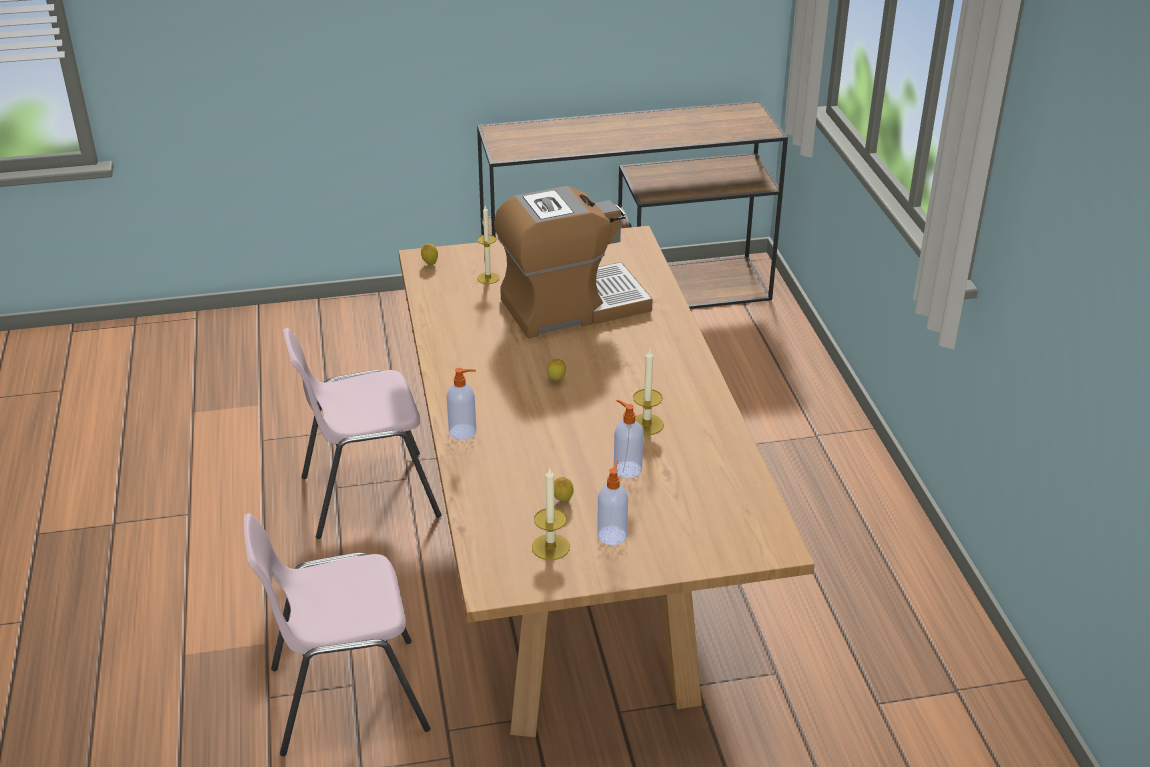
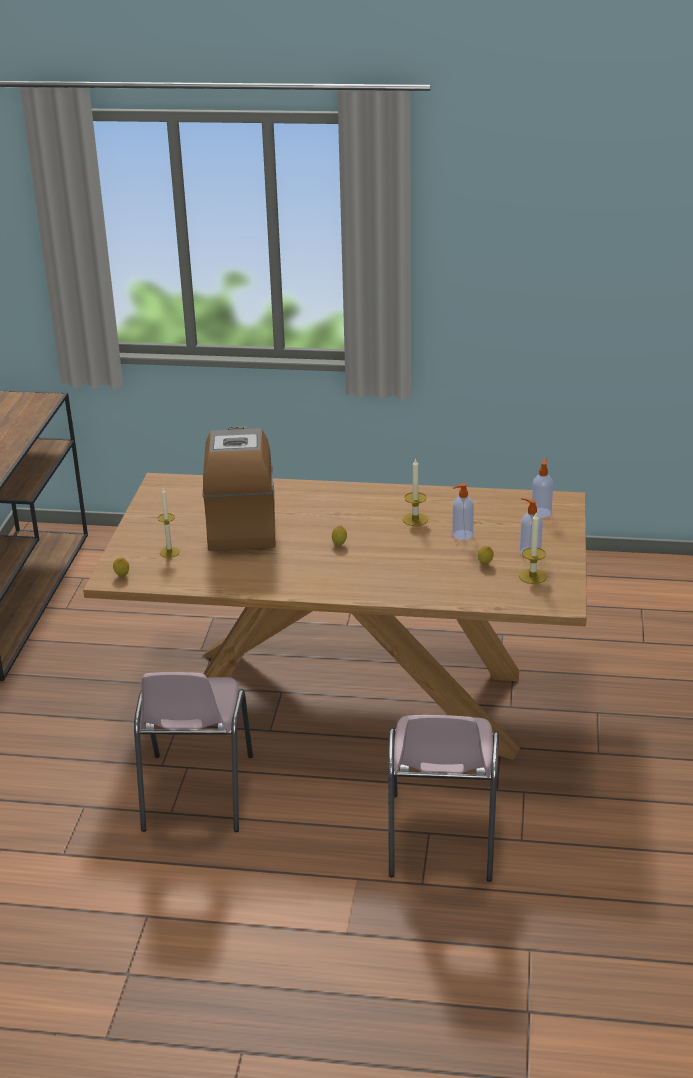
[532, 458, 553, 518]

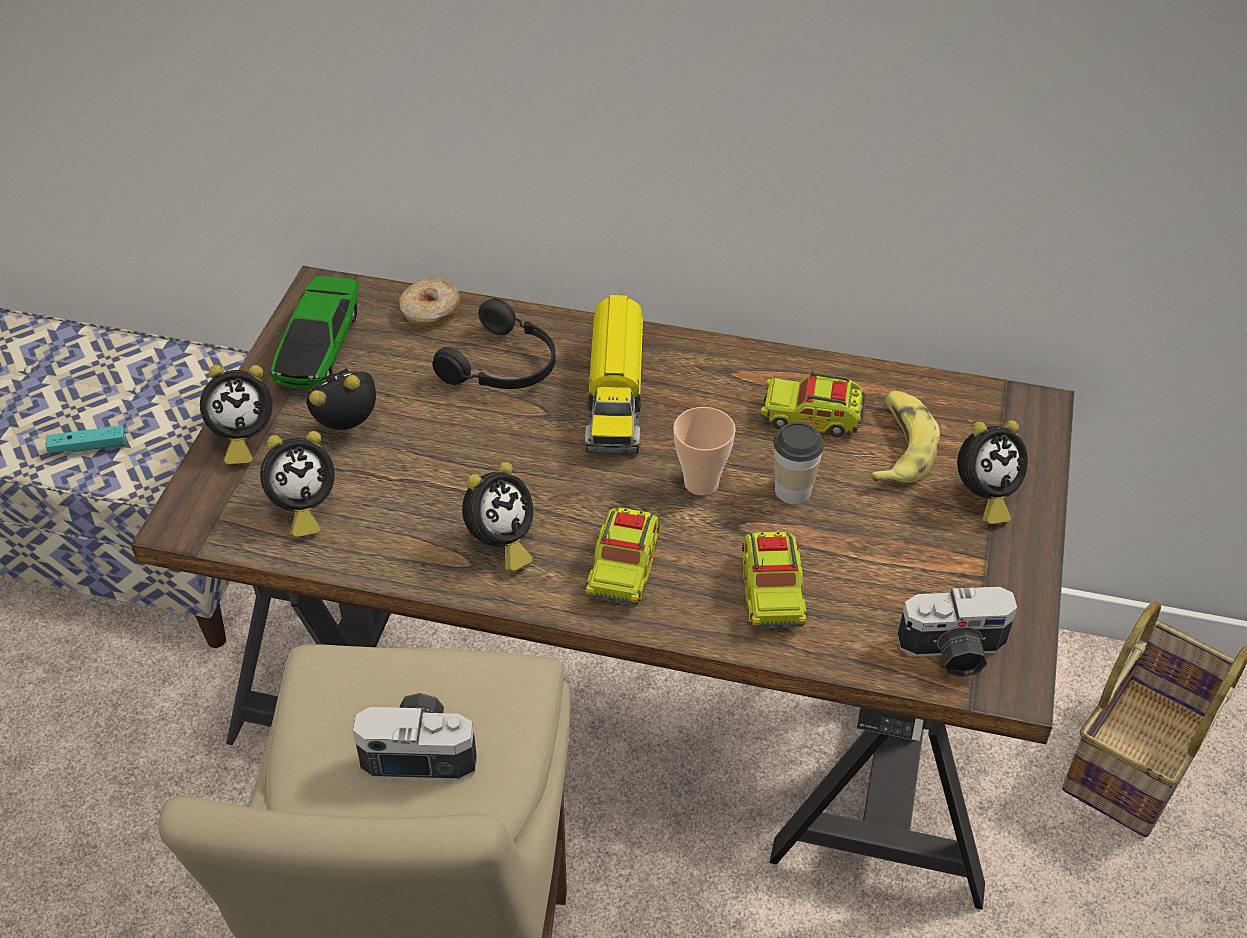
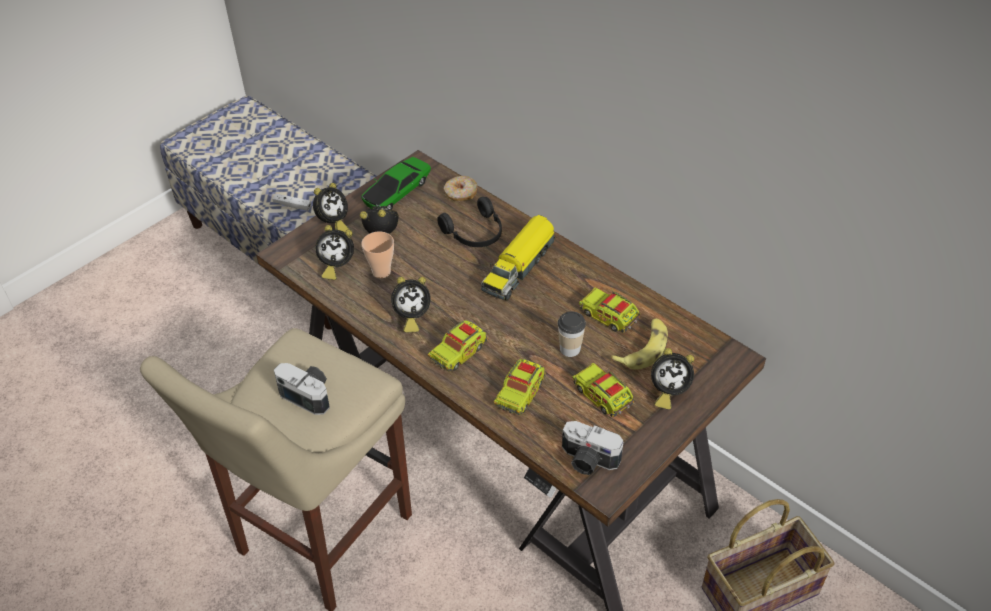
[273, 194, 311, 211]
[313, 183, 349, 232]
[362, 231, 394, 278]
[572, 363, 634, 417]

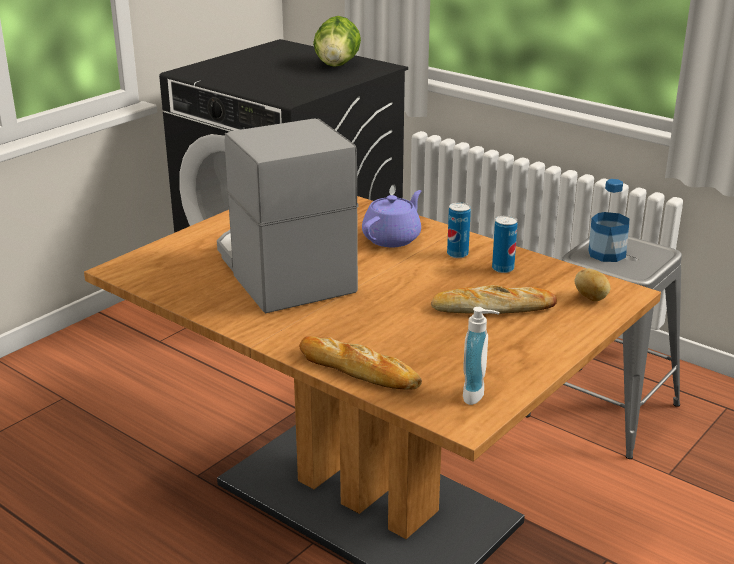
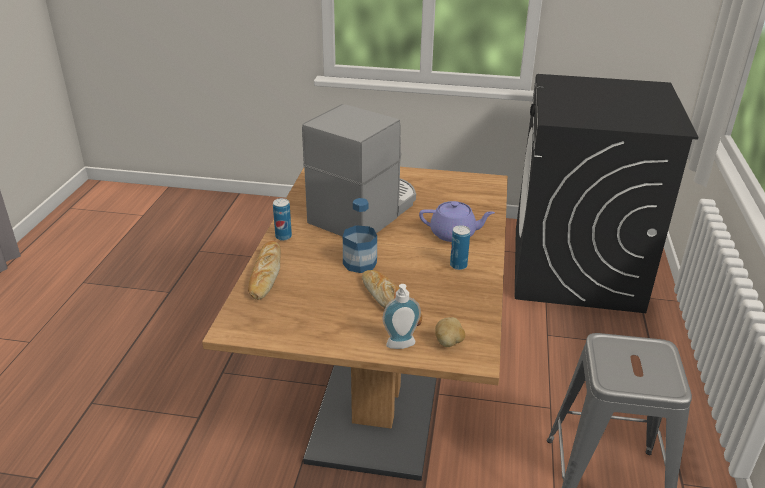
[313, 16, 361, 67] (first image)
[383, 284, 421, 349]
[273, 198, 292, 241]
[343, 198, 377, 273]

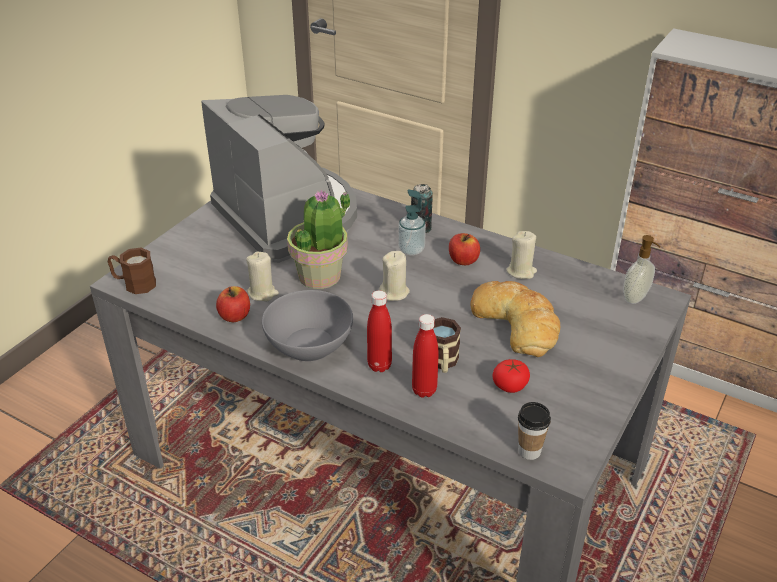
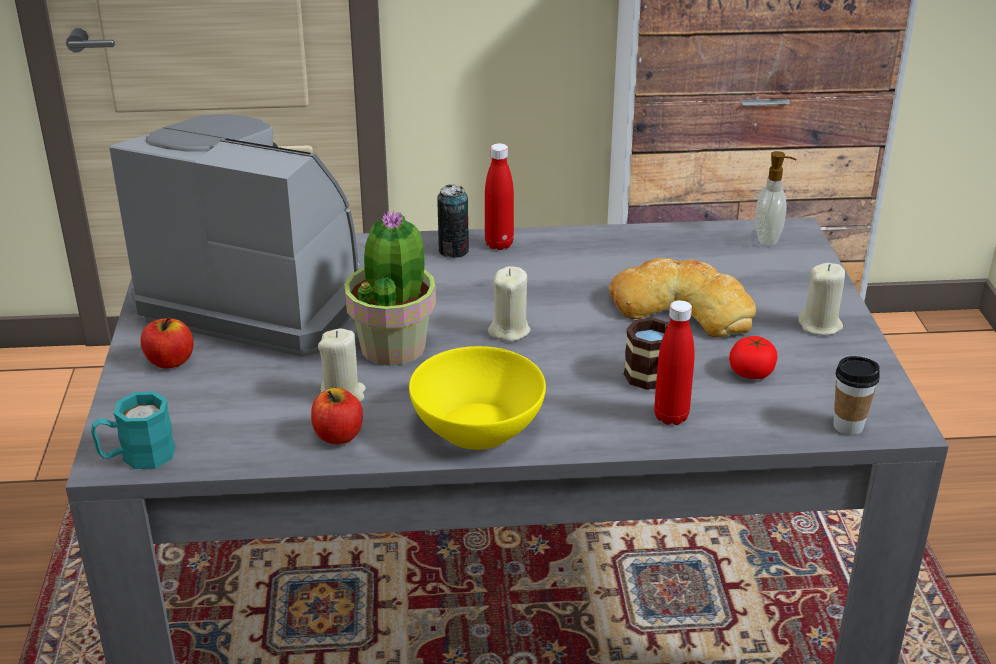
[91, 391, 176, 469]
[409, 346, 546, 450]
[485, 143, 514, 250]
[398, 189, 426, 255] (first image)
[141, 317, 194, 369]
[799, 263, 845, 336]

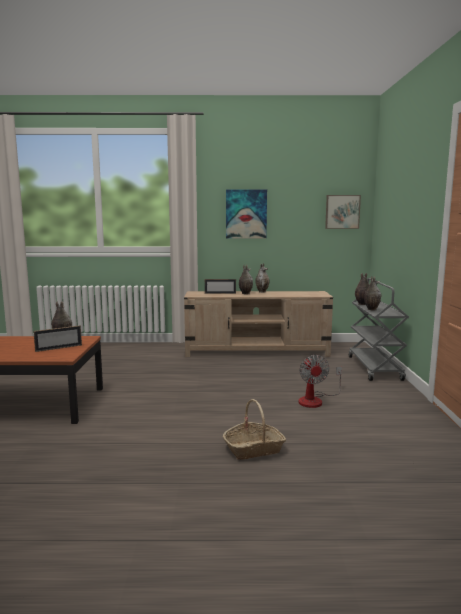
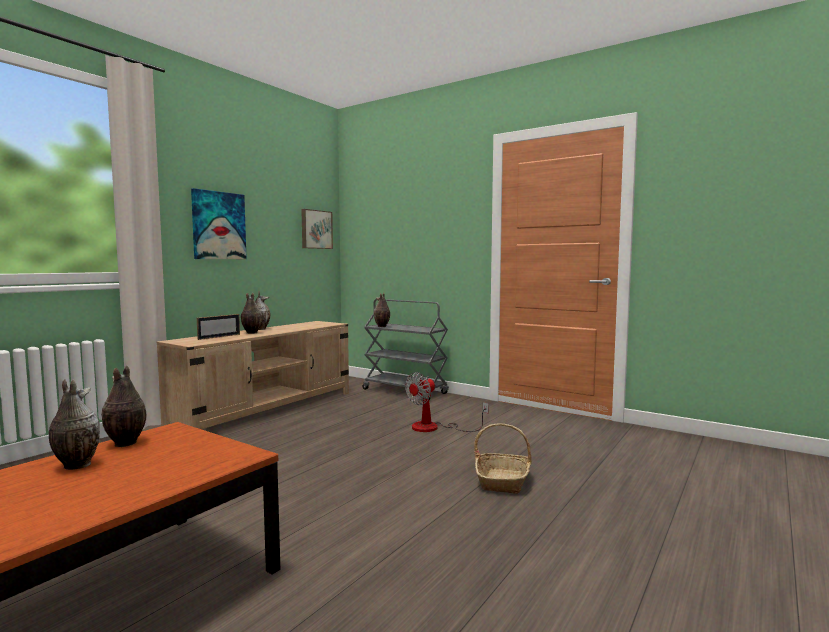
[33, 325, 82, 352] (first image)
[405, 372, 489, 432]
[49, 379, 100, 470]

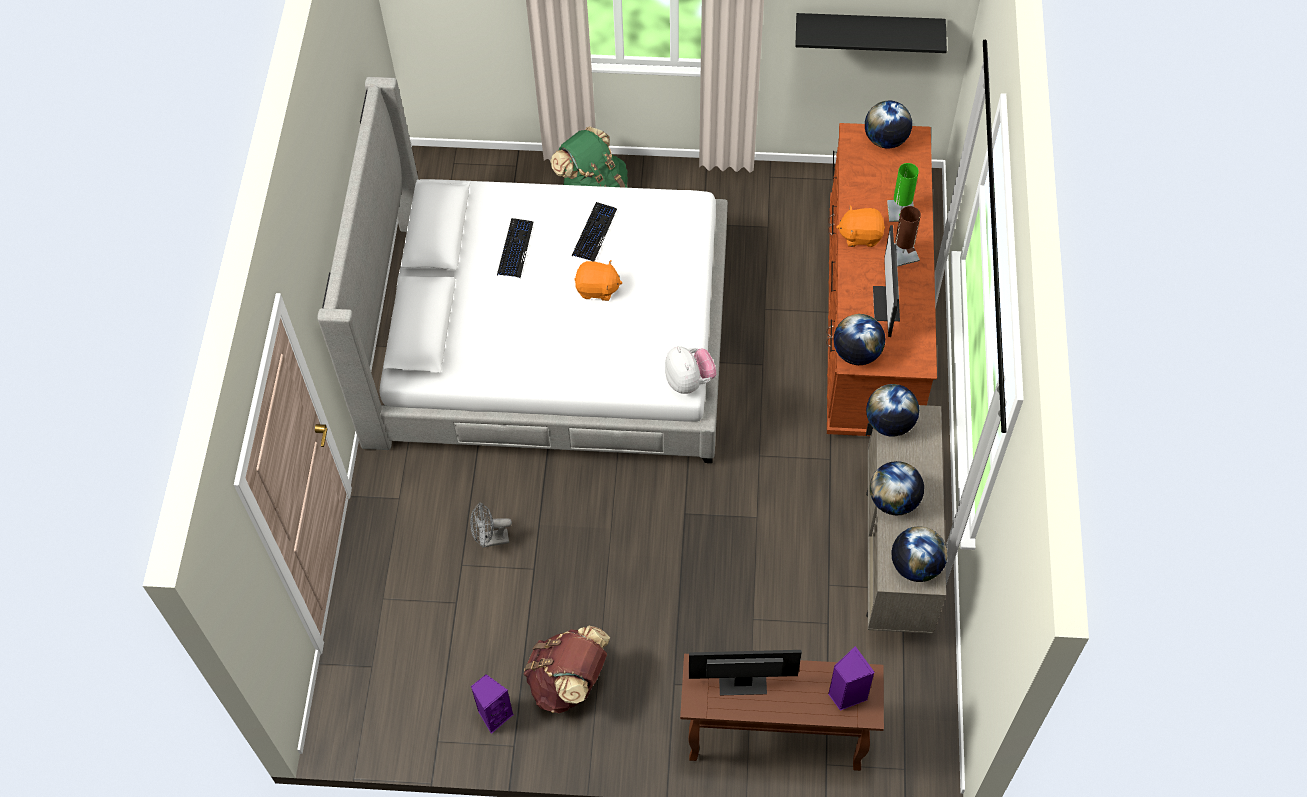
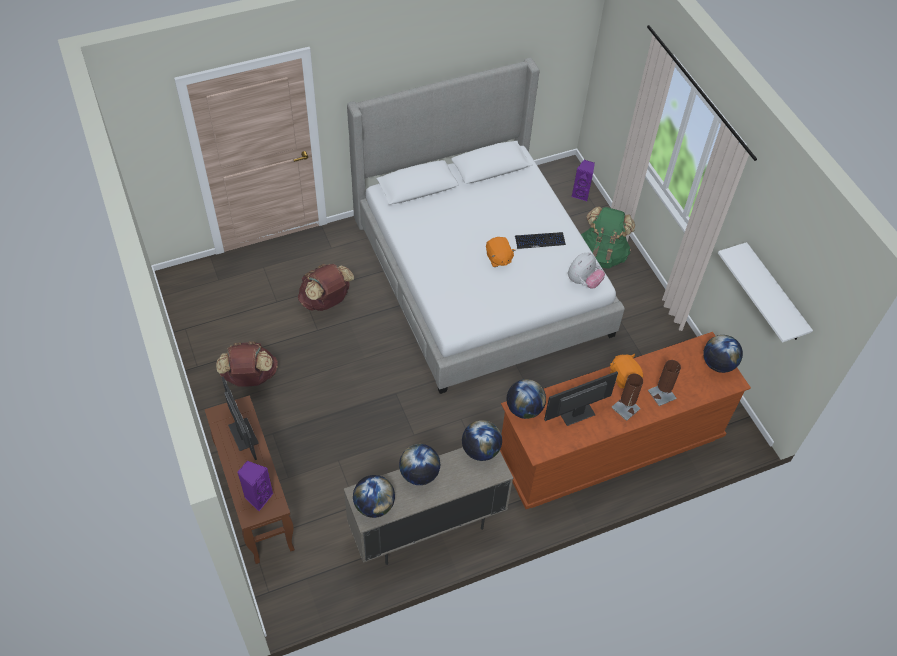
[298, 264, 354, 311]
[571, 160, 595, 201]
[497, 218, 533, 278] (first image)
[568, 252, 605, 289]
[718, 242, 813, 343]
[648, 360, 681, 406]

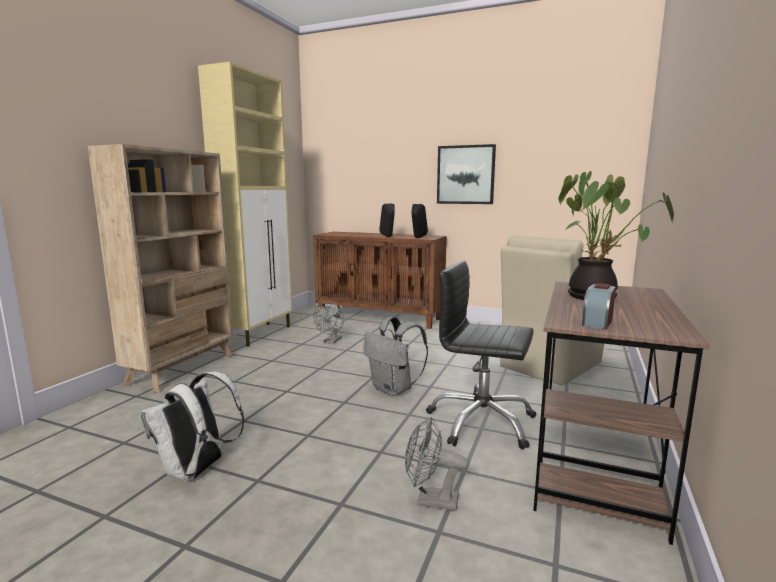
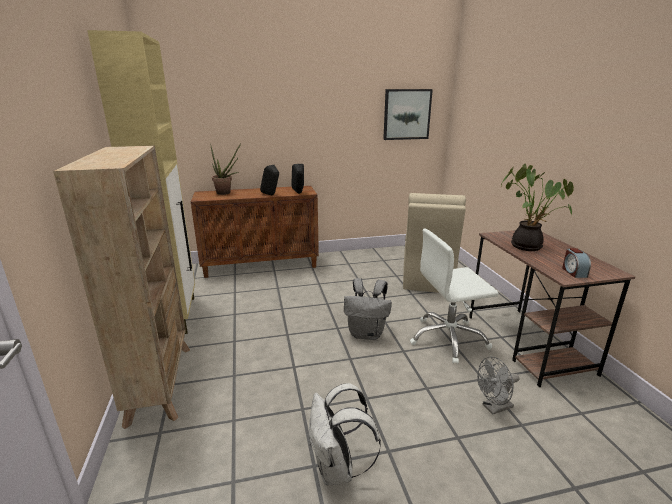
[314, 301, 344, 344] (first image)
[410, 229, 498, 364]
[383, 89, 433, 140]
[210, 143, 241, 195]

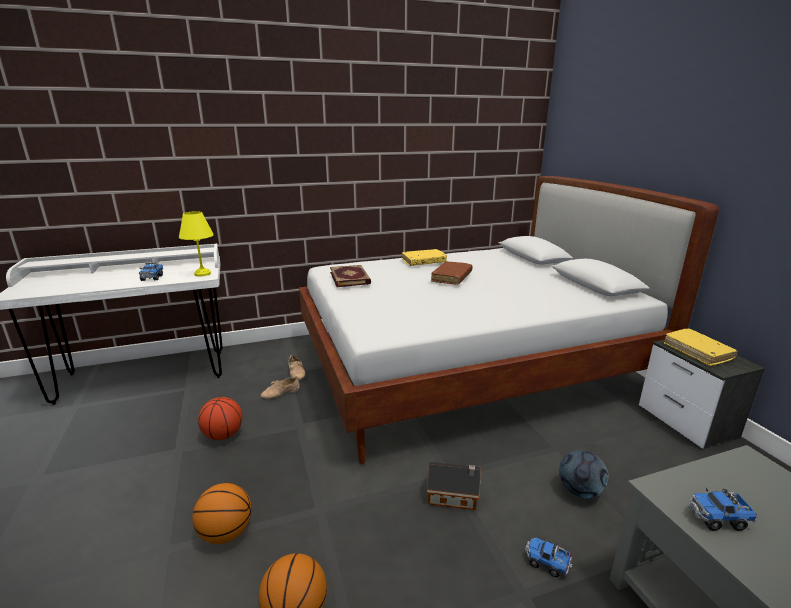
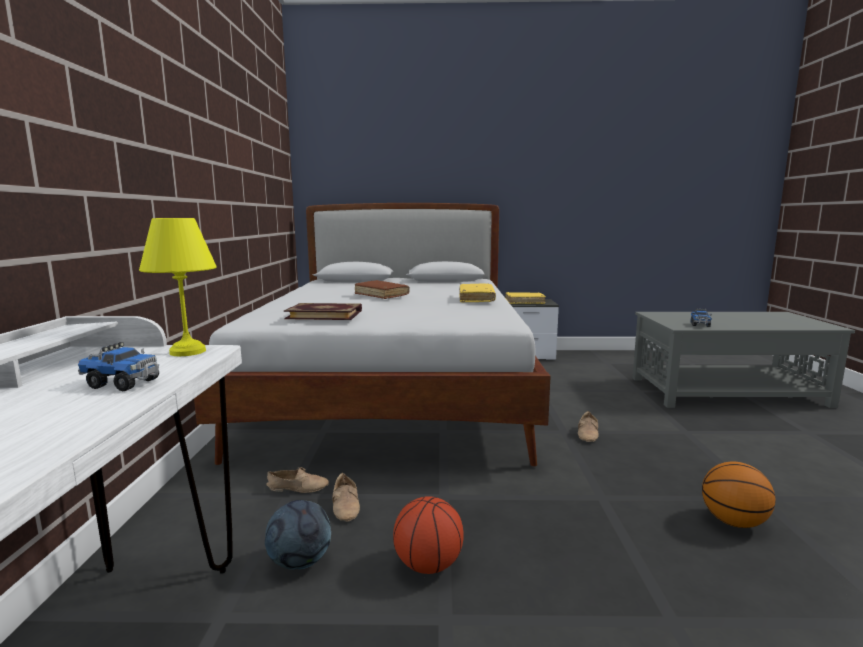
[192, 483, 252, 544] (first image)
[459, 283, 496, 303]
[578, 411, 598, 442]
[525, 538, 572, 577] (first image)
[265, 500, 331, 570]

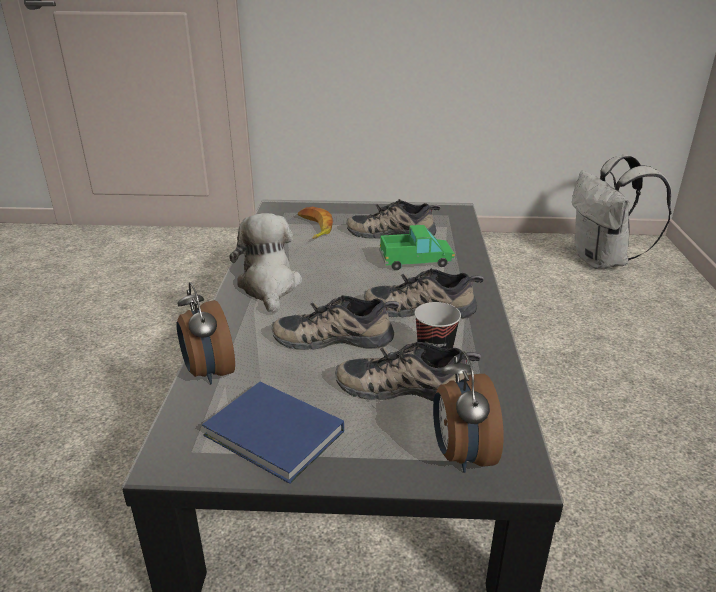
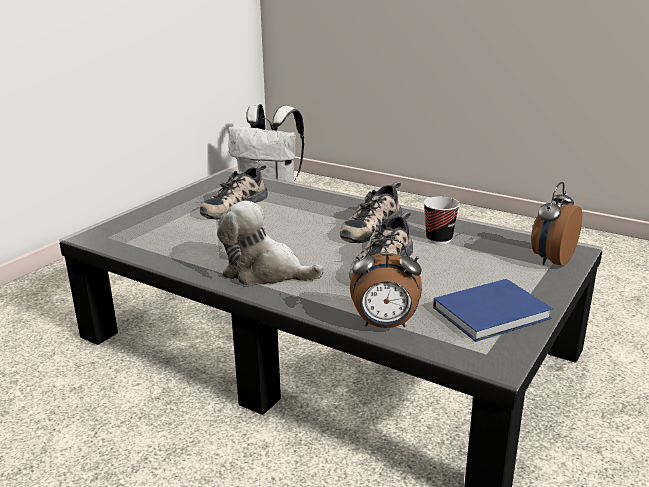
[298, 207, 333, 239] (first image)
[335, 342, 481, 401] (first image)
[379, 225, 455, 270] (first image)
[531, 182, 582, 266]

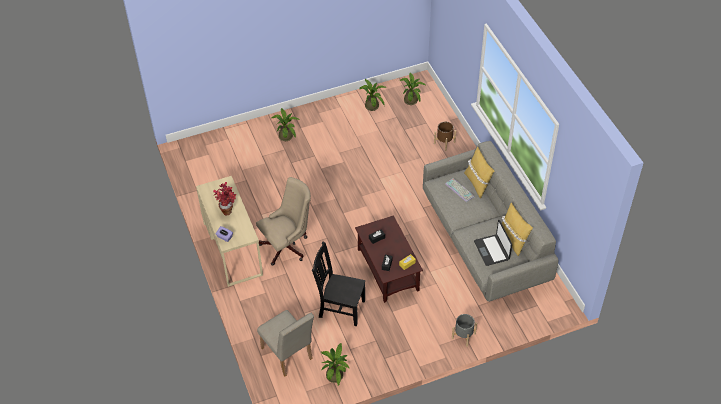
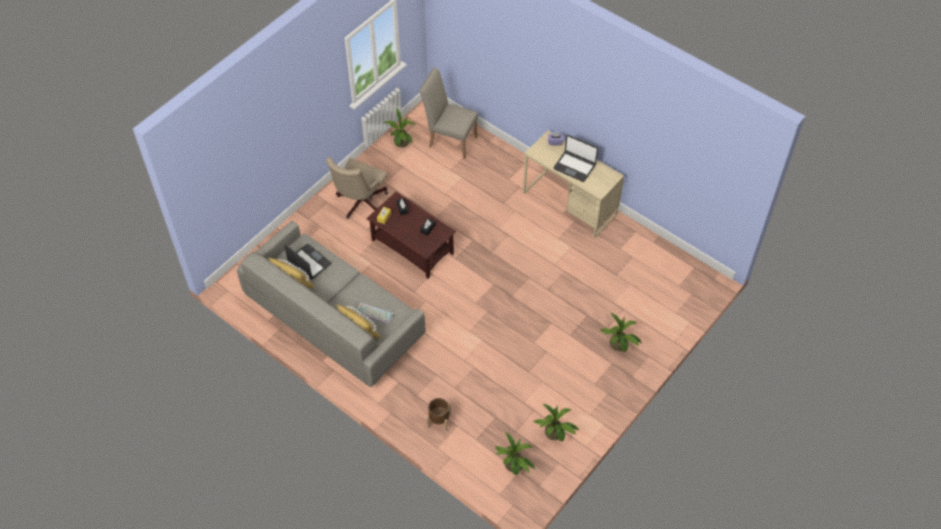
[553, 135, 598, 182]
[326, 157, 388, 219]
[312, 241, 365, 326] (first image)
[452, 314, 477, 347] (first image)

